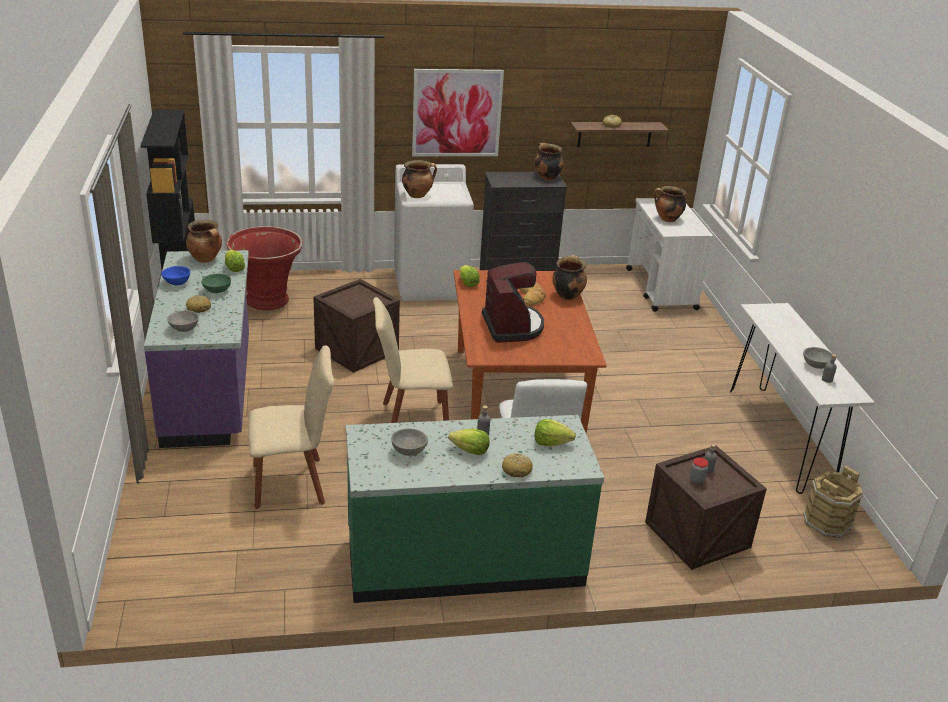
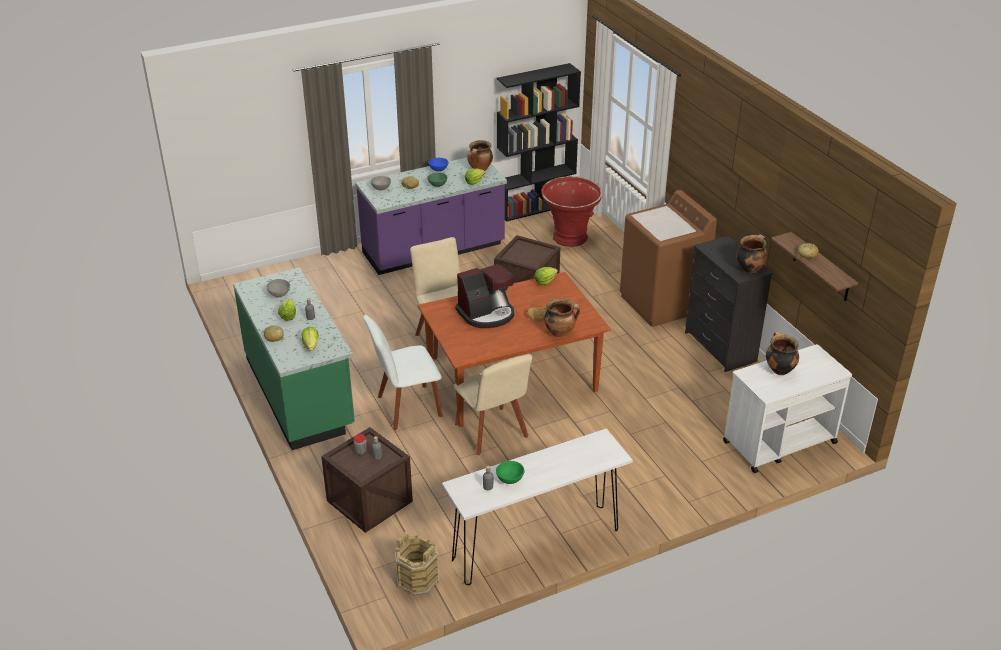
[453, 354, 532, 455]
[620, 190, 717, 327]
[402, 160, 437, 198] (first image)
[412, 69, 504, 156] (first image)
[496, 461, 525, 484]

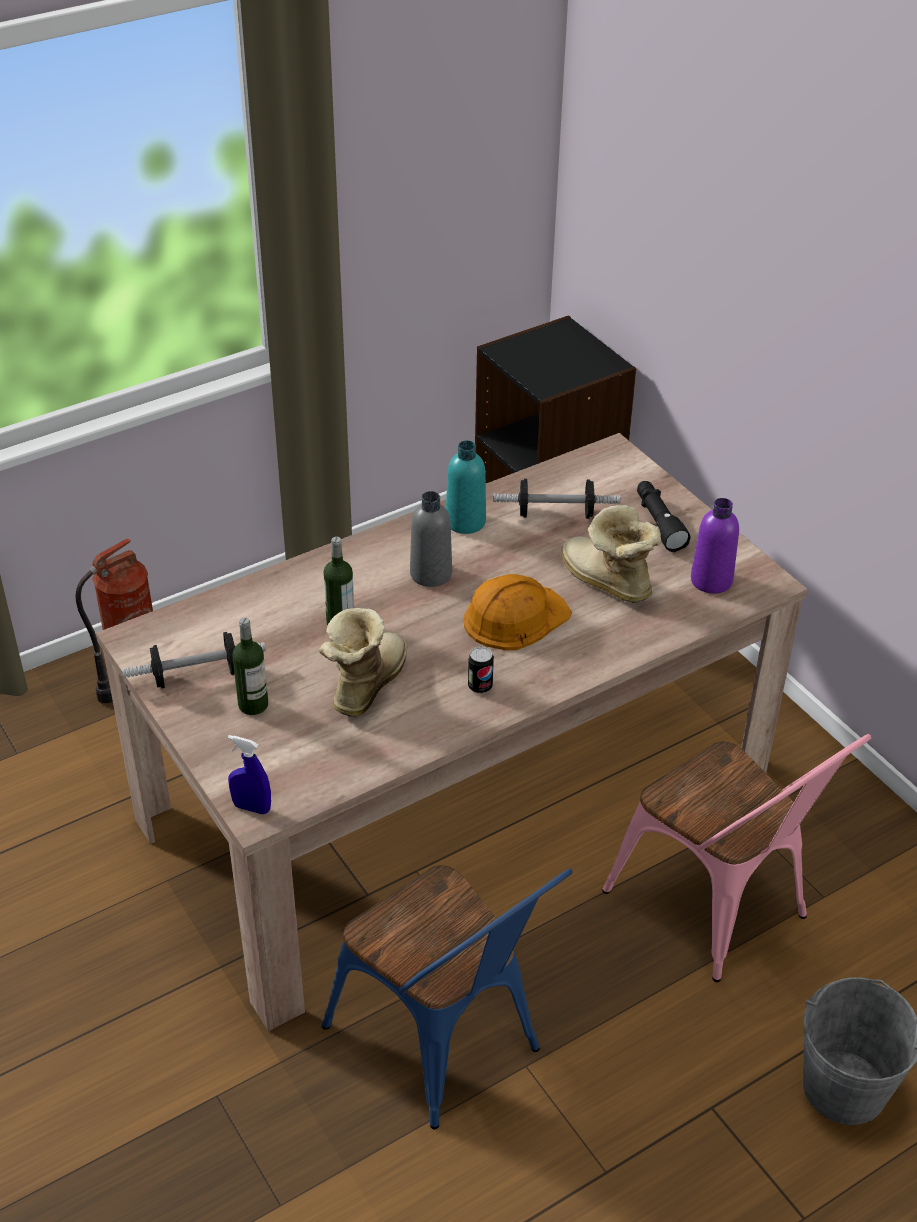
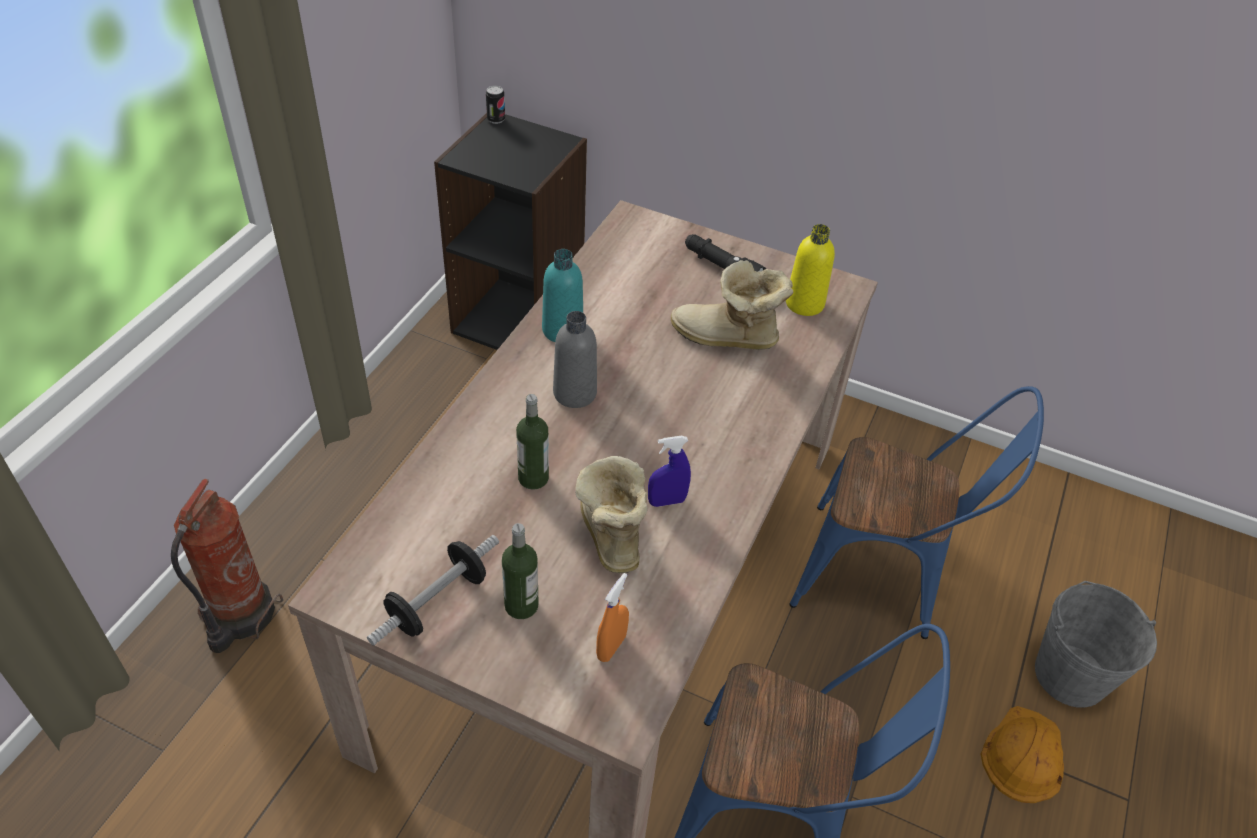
[648, 436, 691, 507]
[981, 706, 1064, 803]
[486, 86, 505, 124]
[493, 479, 621, 519] (first image)
[789, 386, 1044, 639]
[786, 224, 835, 316]
[596, 573, 629, 662]

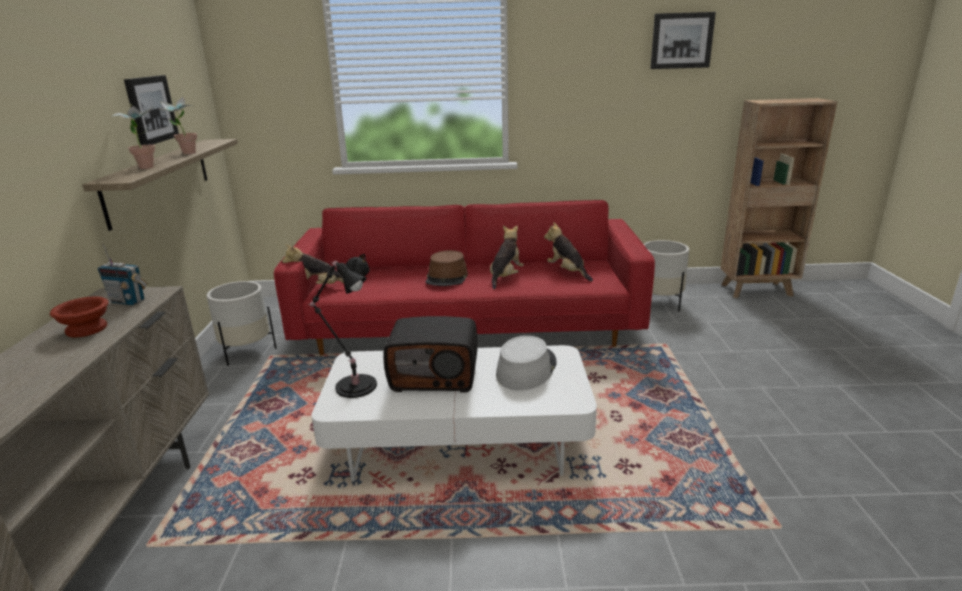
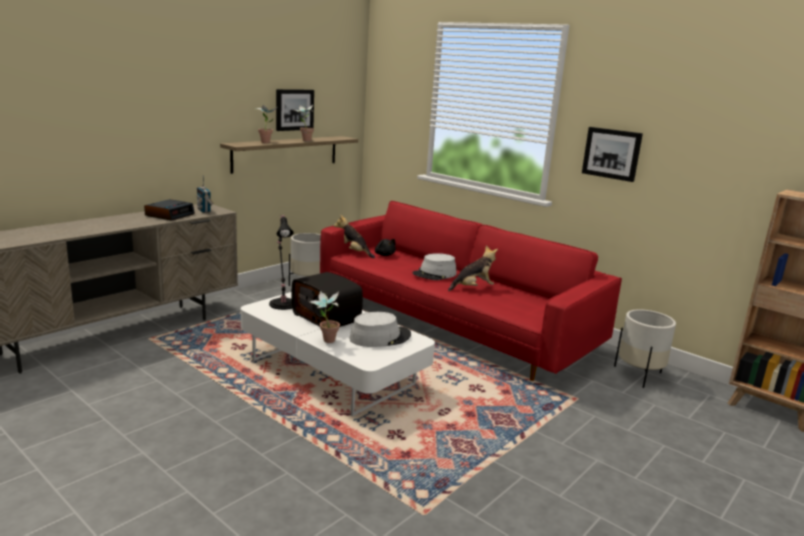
[144, 199, 195, 221]
[412, 253, 457, 280]
[544, 222, 593, 281] (first image)
[582, 127, 643, 182]
[309, 291, 340, 343]

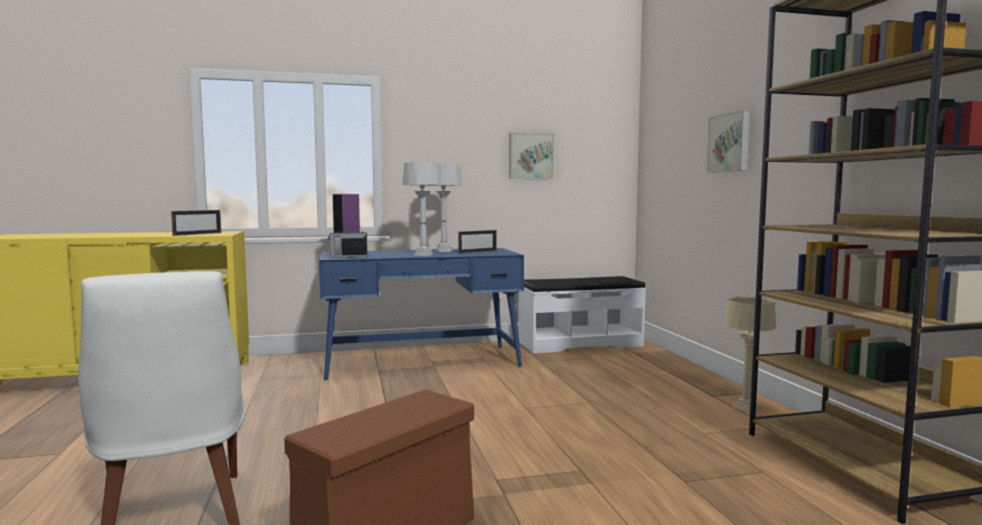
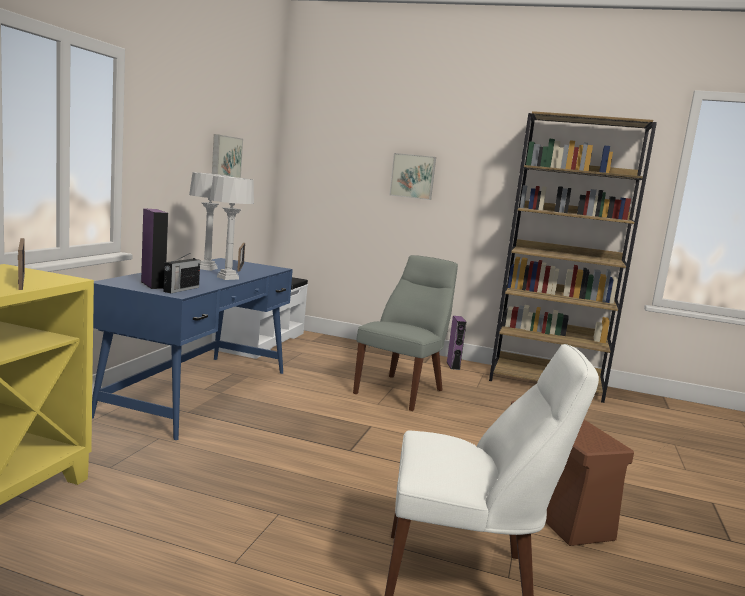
[447, 316, 466, 370]
[353, 255, 458, 411]

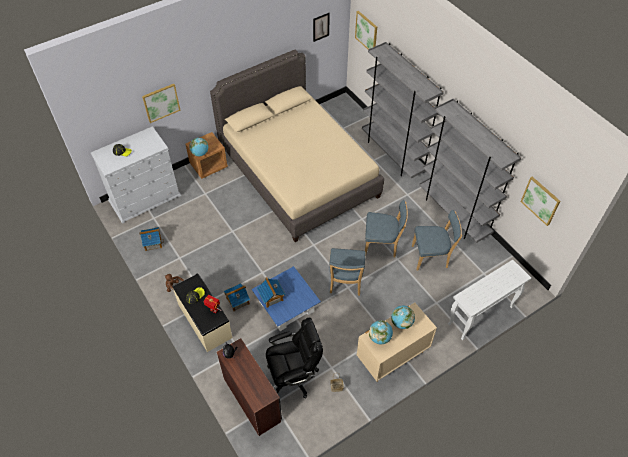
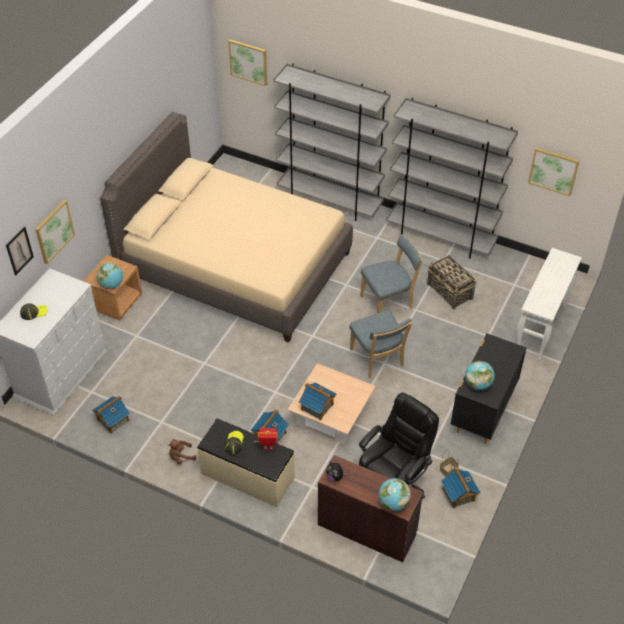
[288, 363, 376, 444]
[6, 227, 34, 275]
[451, 333, 527, 444]
[379, 478, 411, 511]
[427, 255, 477, 309]
[441, 467, 481, 508]

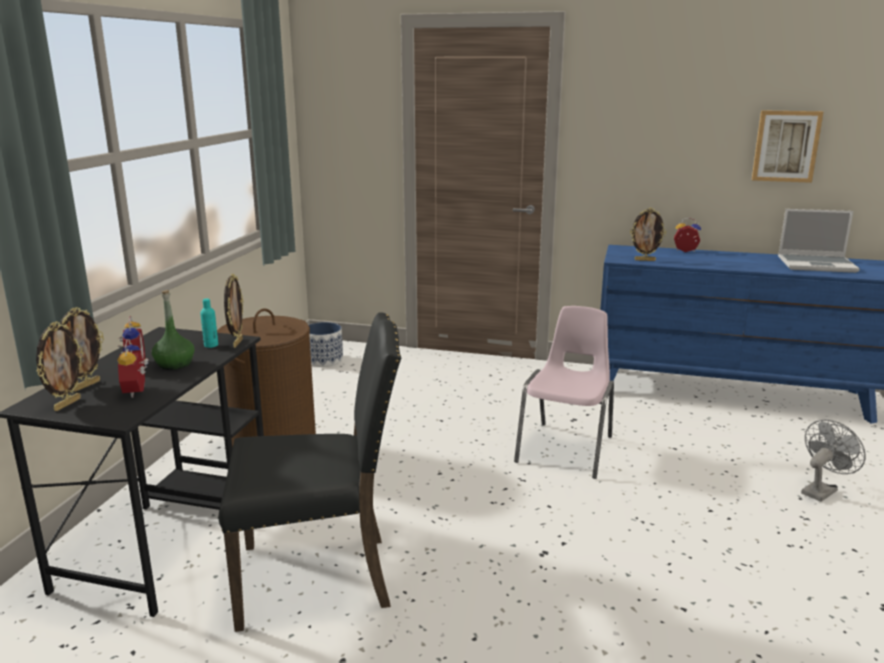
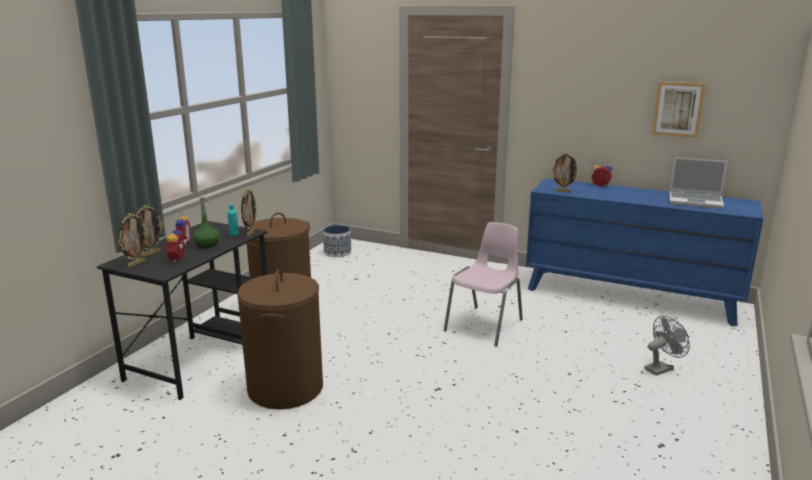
[237, 269, 323, 409]

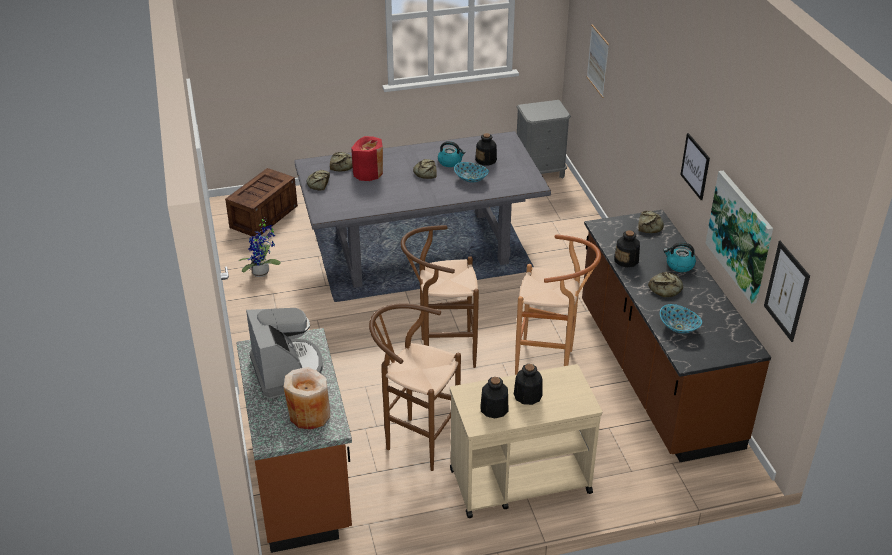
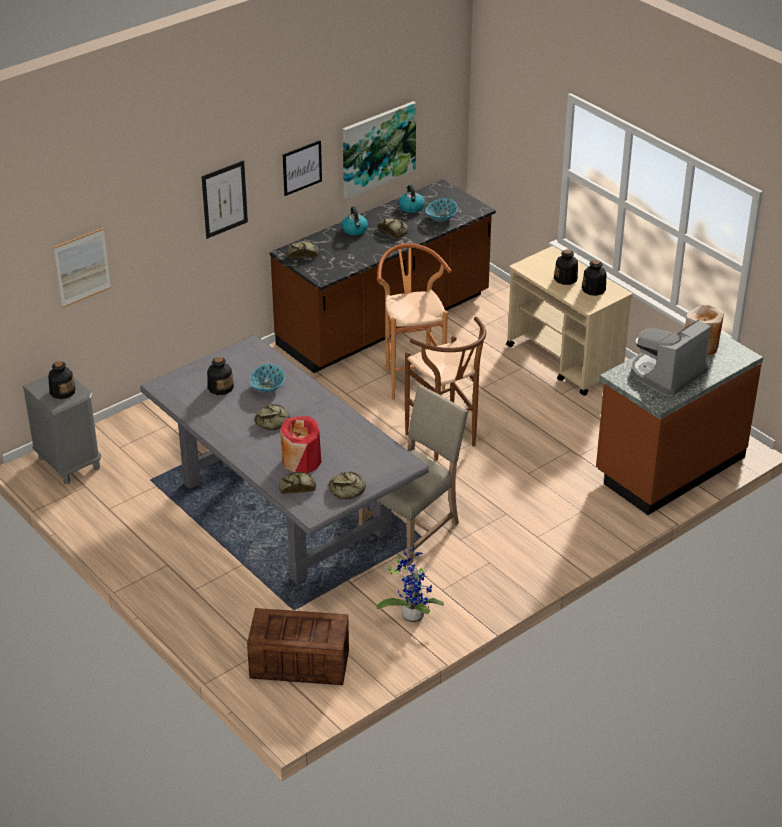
[369, 303, 461, 471] (first image)
[399, 184, 425, 213]
[48, 361, 76, 399]
[201, 160, 248, 239]
[359, 385, 469, 564]

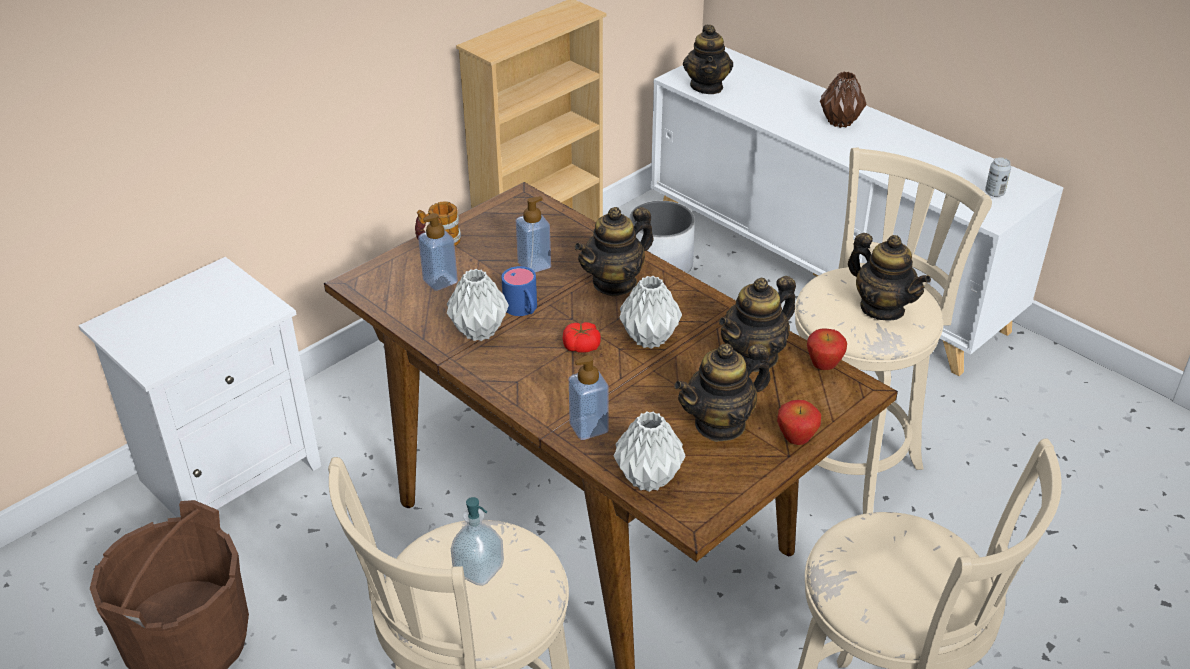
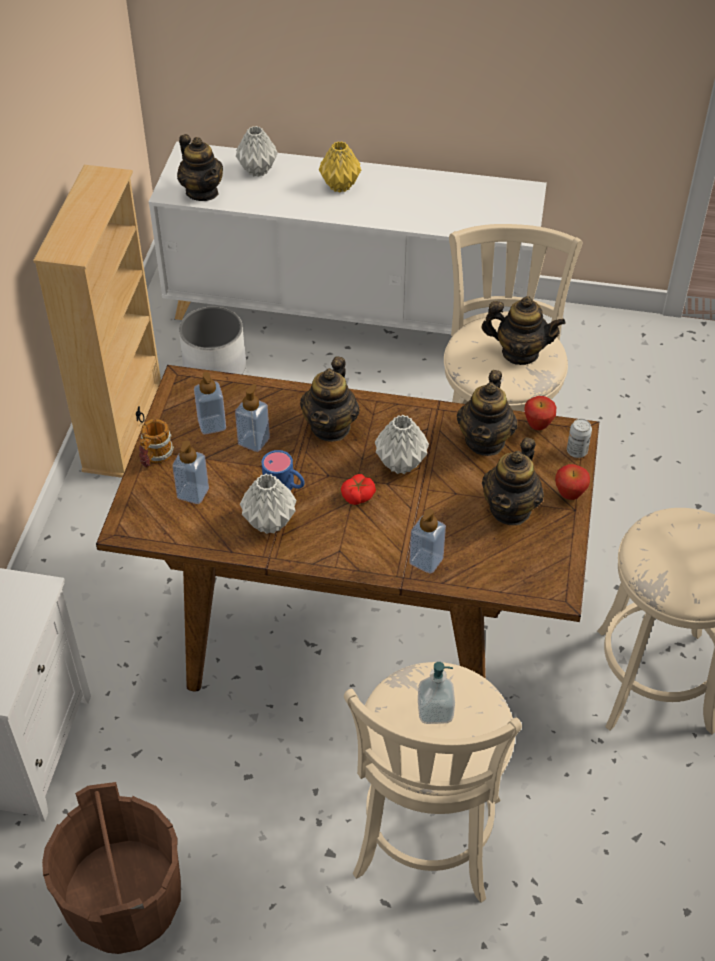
[236, 126, 278, 177]
[319, 141, 361, 192]
[567, 419, 592, 458]
[194, 372, 226, 435]

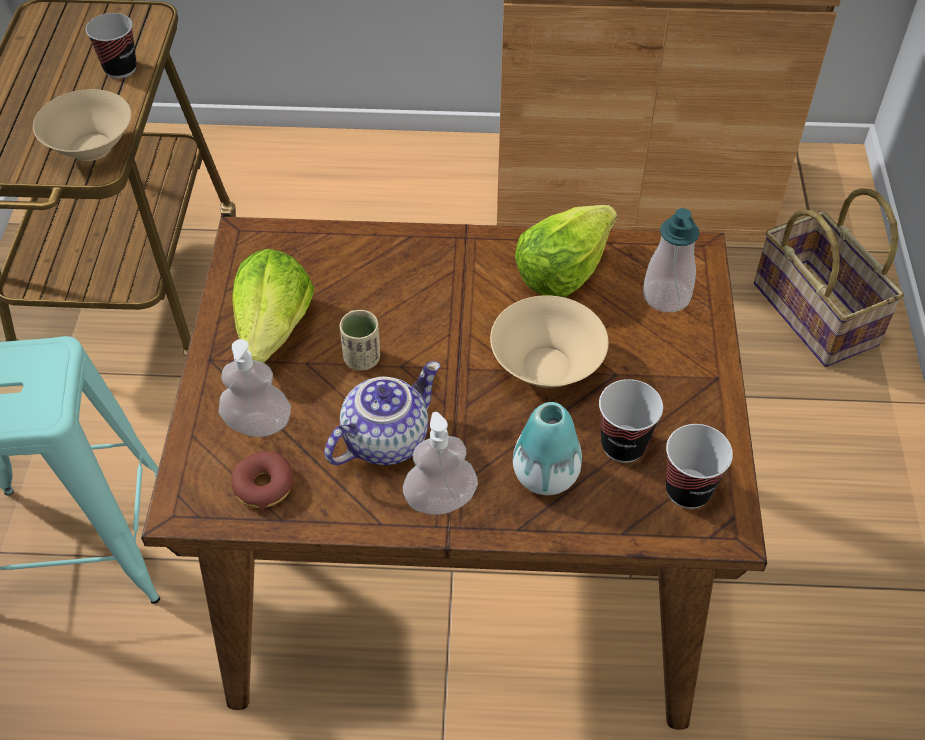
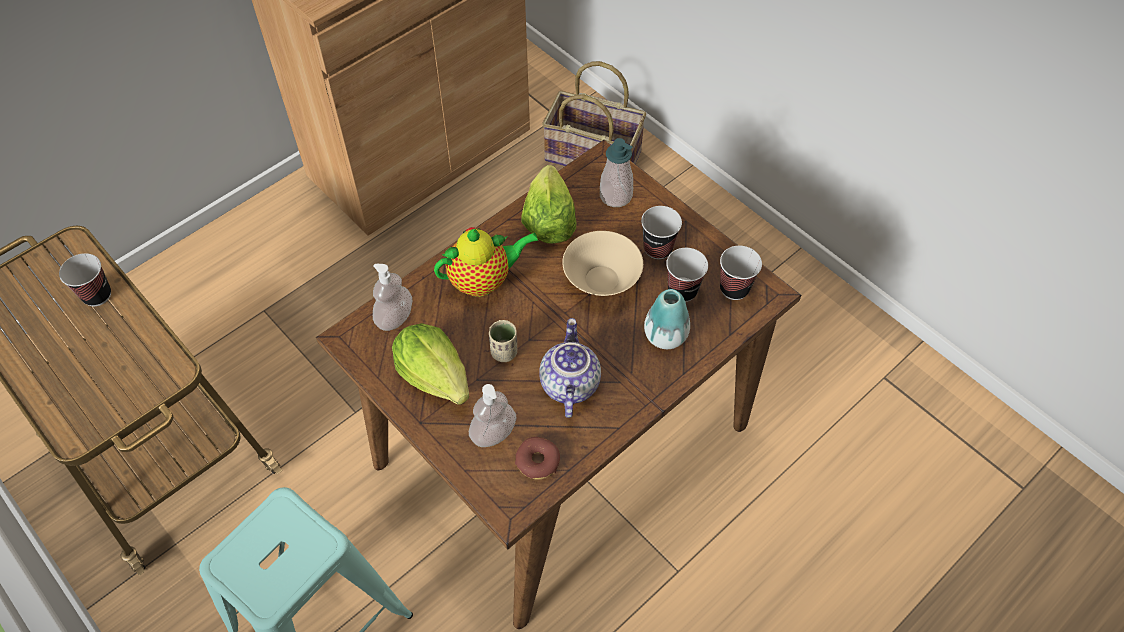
[33, 89, 131, 161] (first image)
[373, 264, 412, 331]
[434, 227, 539, 297]
[641, 206, 682, 260]

